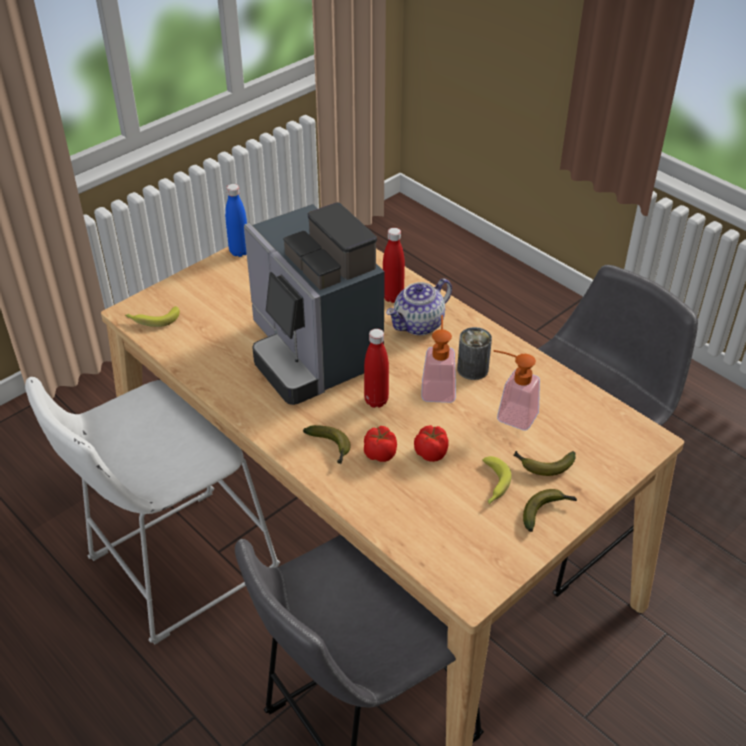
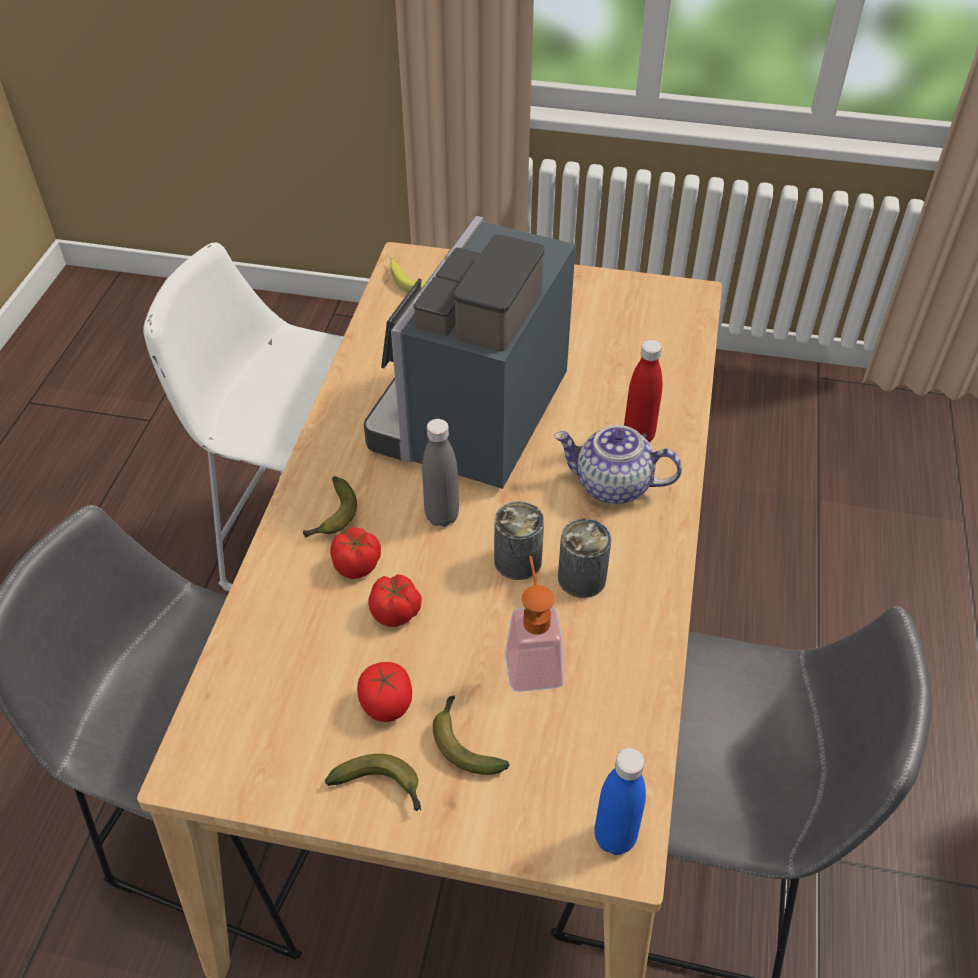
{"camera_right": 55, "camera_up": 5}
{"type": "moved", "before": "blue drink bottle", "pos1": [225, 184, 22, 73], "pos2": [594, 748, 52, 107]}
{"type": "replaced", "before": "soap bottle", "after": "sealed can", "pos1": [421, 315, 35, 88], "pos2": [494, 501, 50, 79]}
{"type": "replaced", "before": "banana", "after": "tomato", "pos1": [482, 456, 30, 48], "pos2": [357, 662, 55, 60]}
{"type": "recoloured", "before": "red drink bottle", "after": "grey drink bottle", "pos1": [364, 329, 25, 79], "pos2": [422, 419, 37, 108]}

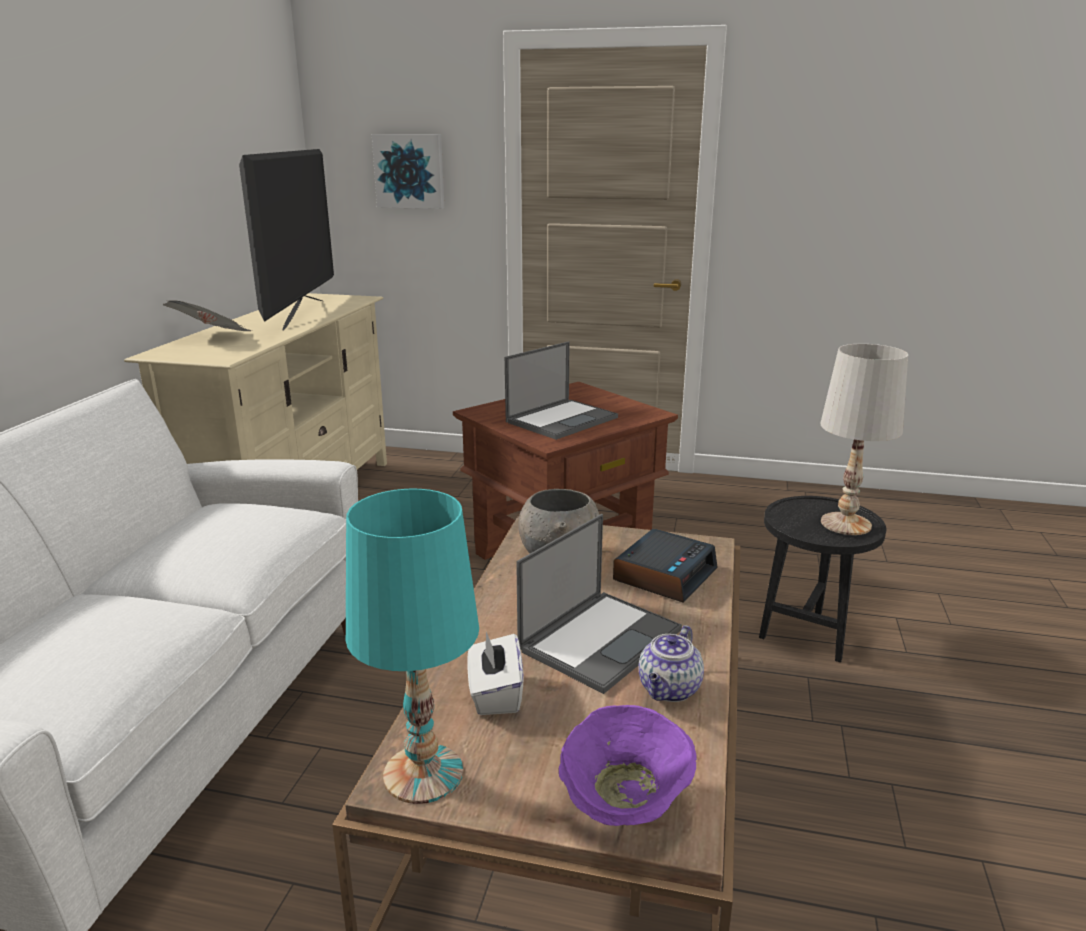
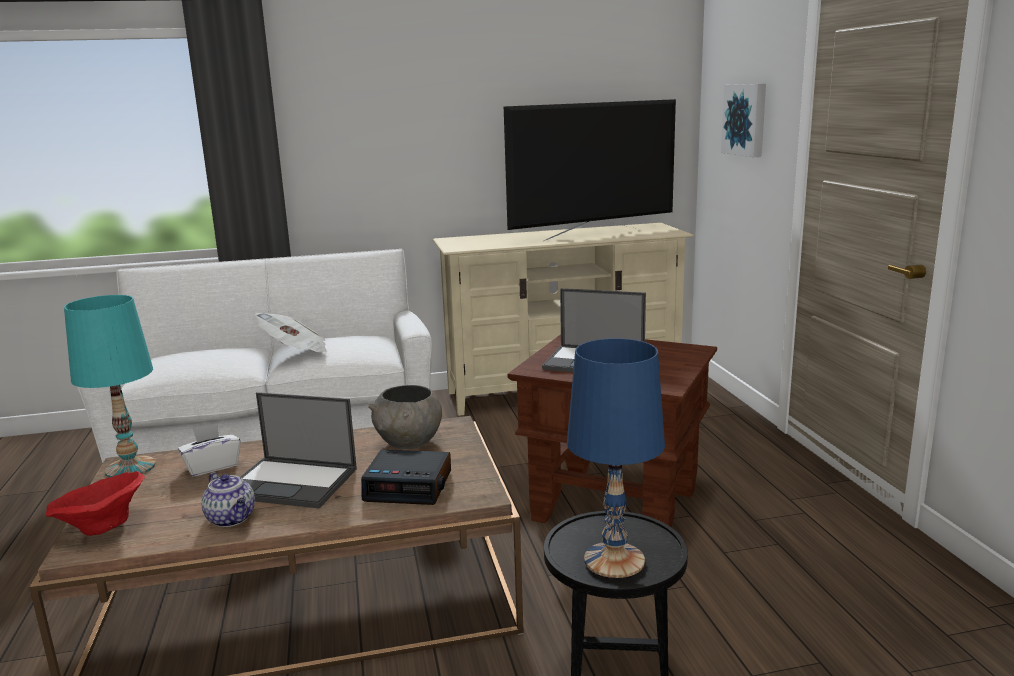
{"camera_right": 65, "camera_up": -5}
{"type": "moved", "before": "printed paper", "pos1": [163, 300, 89, 31], "pos2": [255, 313, 72, 40]}
{"type": "recoloured", "before": "purplish bowl", "after": "red bowl", "pos1": [559, 705, 138, 121], "pos2": [46, 471, 99, 65]}
{"type": "recoloured", "before": "white table lamp", "after": "blue table lamp", "pos1": [820, 344, 88, 191], "pos2": [567, 338, 98, 240]}
{"type": "turned", "before": "teapot", "pos1": [639, 625, 65, 77], "pos2": [201, 472, 54, 55], "turn": -135}

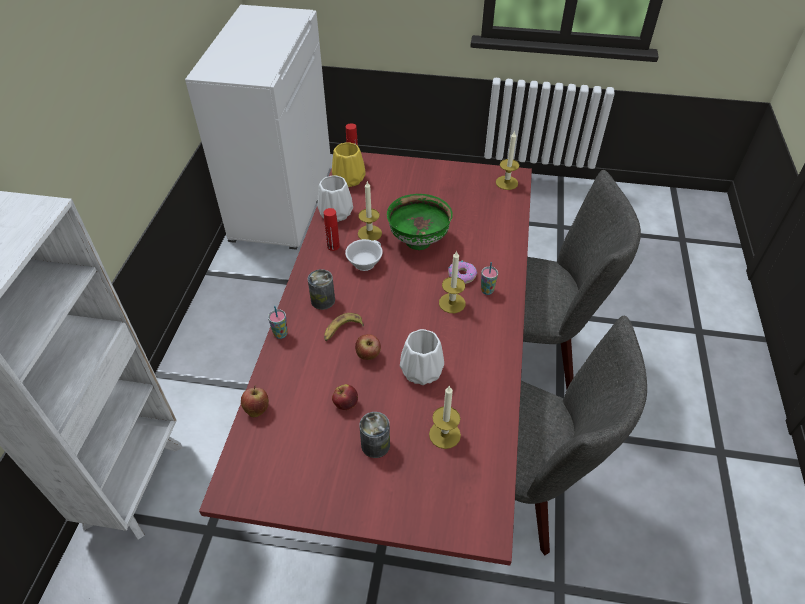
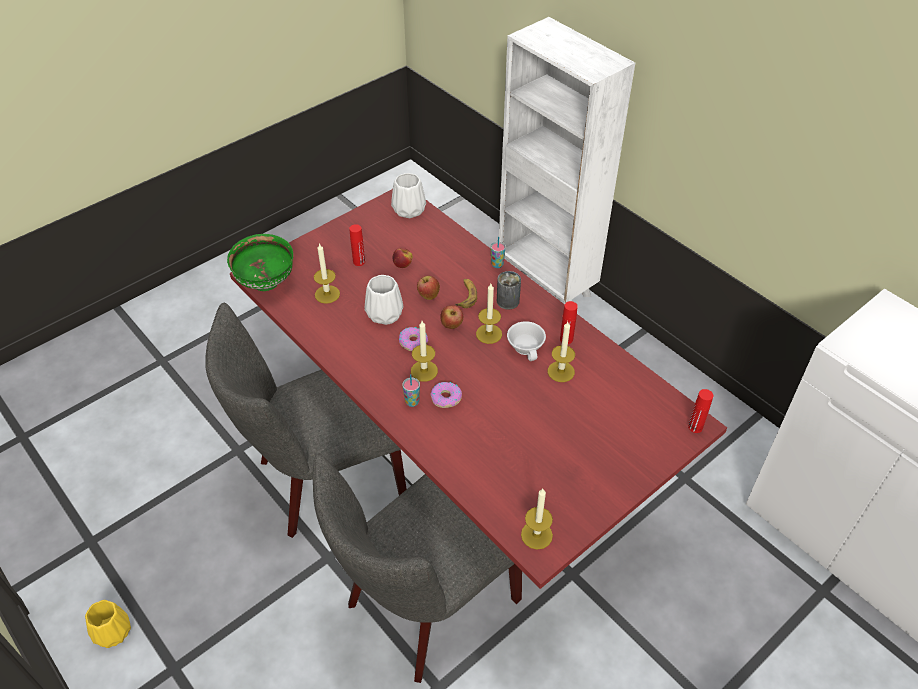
{"camera_right": 130, "camera_up": 0}
{"type": "added", "after": "donut", "pos2": [399, 327, 29, 24]}
{"type": "added", "after": "wax candle", "pos2": [476, 284, 26, 60]}
{"type": "moved", "before": "apple fruit", "pos1": [241, 386, 28, 31], "pos2": [440, 306, 23, 23]}
{"type": "moved", "before": "white flower vase", "pos1": [317, 175, 36, 47], "pos2": [391, 173, 35, 45]}
{"type": "moved", "before": "yellowish flower vase", "pos1": [332, 142, 34, 45], "pos2": [85, 600, 46, 48]}
{"type": "moved", "before": "greenish bowl", "pos1": [387, 194, 66, 56], "pos2": [227, 234, 66, 57]}
{"type": "replaced", "before": "sealed can", "after": "red drink bottle", "pos1": [359, 412, 31, 46], "pos2": [349, 224, 16, 42]}

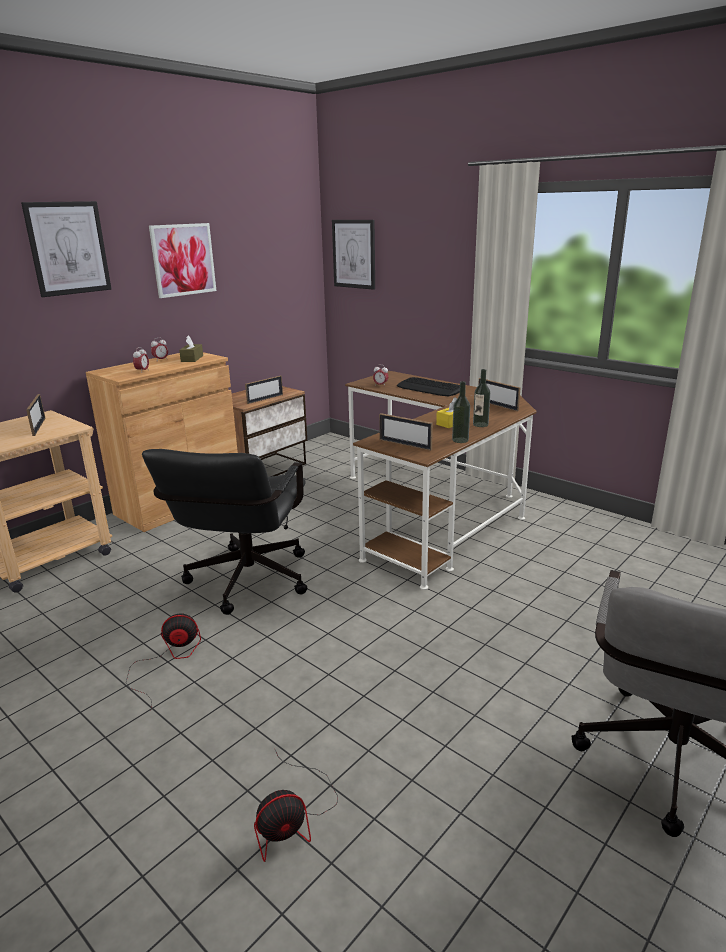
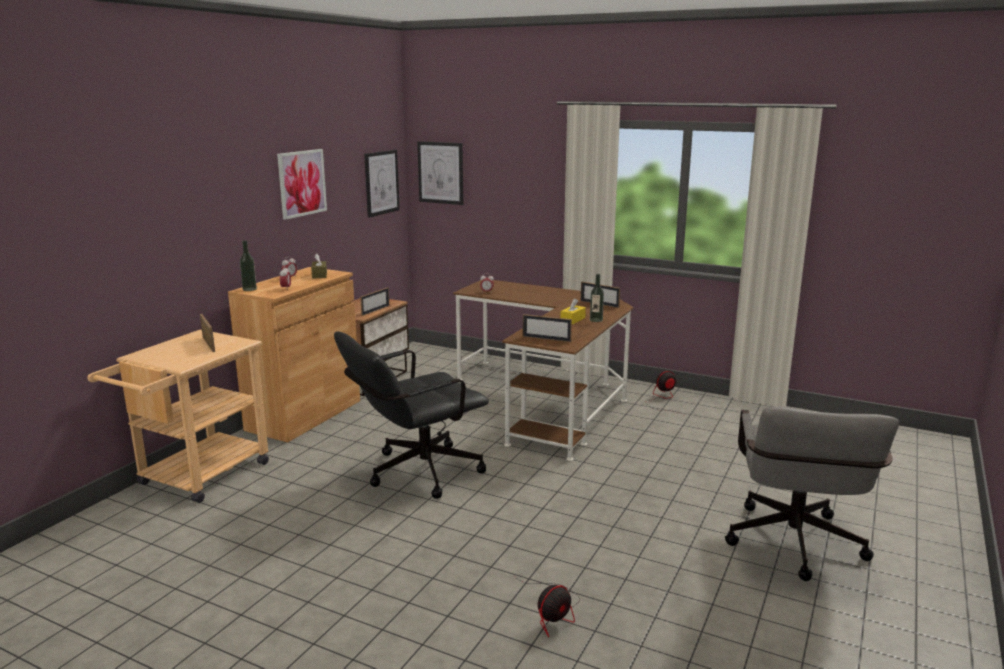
{"camera_right": -15, "camera_up": -5}
{"type": "removed", "before": "PC keyboard", "pos1": [397, 377, 63, 19]}
{"type": "moved", "before": "wall art", "pos1": [21, 201, 91, 96], "pos2": [364, 150, 36, 67]}
{"type": "moved", "before": "cooling fan", "pos1": [126, 613, 75, 95], "pos2": [648, 371, 35, 44]}
{"type": "moved", "before": "drink bottle", "pos1": [452, 381, 18, 62], "pos2": [240, 240, 17, 51]}
{"type": "turned", "before": "black-coloured office chair", "pos1": [142, 449, 165, 166], "pos2": [334, 331, 155, 168], "turn": 60}

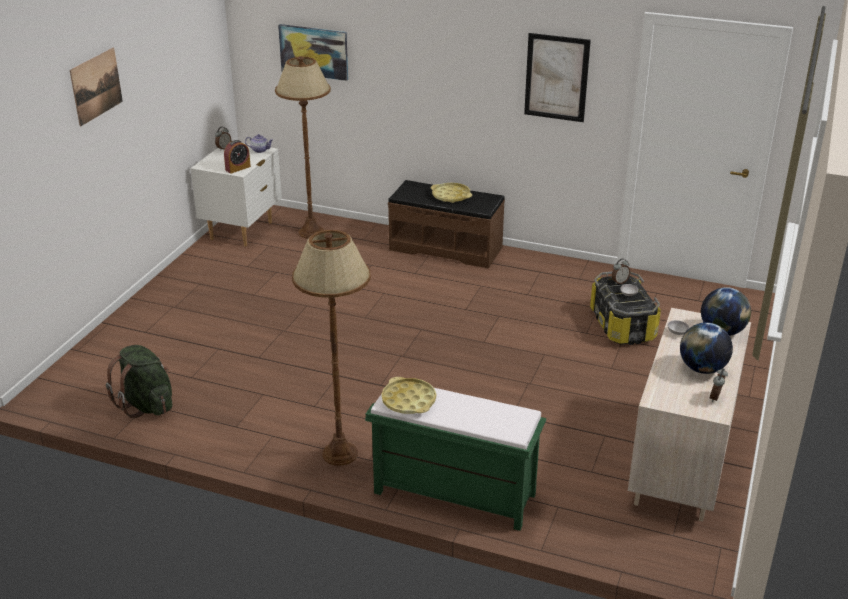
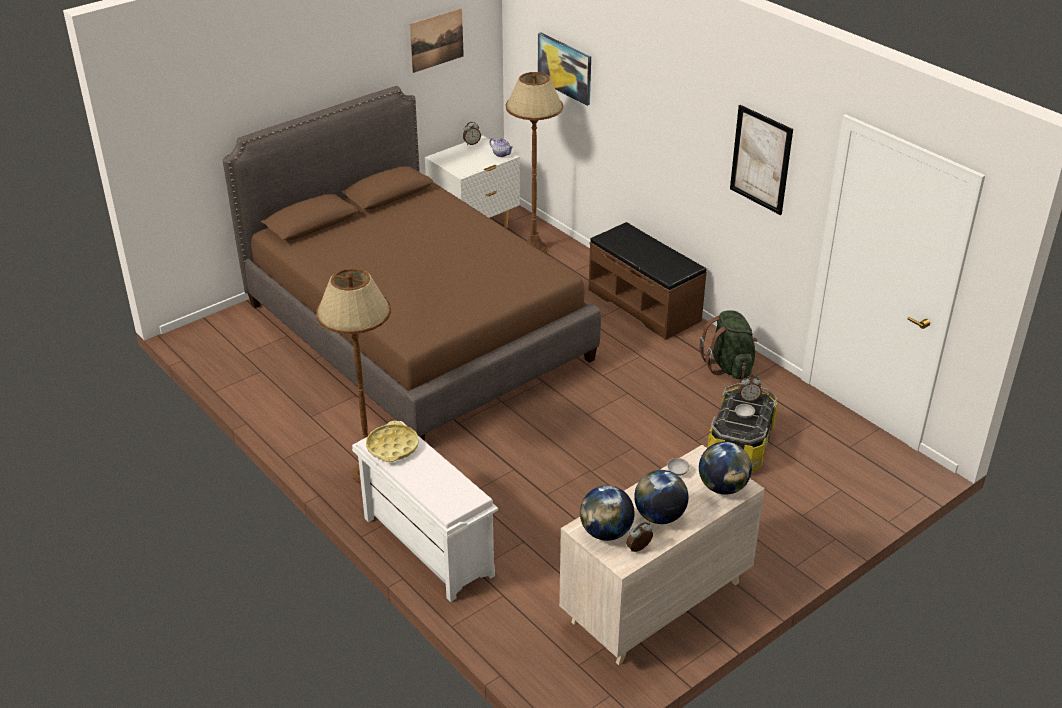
{"camera_right": 30, "camera_up": 5}
{"type": "removed", "before": "table clock", "pos1": [224, 140, 27, 33]}
{"type": "removed", "before": "yellowish serving tray", "pos1": [431, 183, 41, 20]}
{"type": "added", "after": "brown bedroom bed", "pos2": [223, 86, 378, 355]}
{"type": "added", "after": "world globe", "pos2": [580, 485, 55, 56]}
{"type": "moved", "before": "wall art", "pos1": [70, 48, 53, 78], "pos2": [409, 8, 55, 65]}
{"type": "moved", "before": "greenish backpack", "pos1": [106, 345, 66, 73], "pos2": [700, 310, 58, 69]}
{"type": "recoloured", "before": "greenish long seat", "after": "white long seat", "pos1": [365, 383, 181, 148], "pos2": [352, 421, 146, 181]}

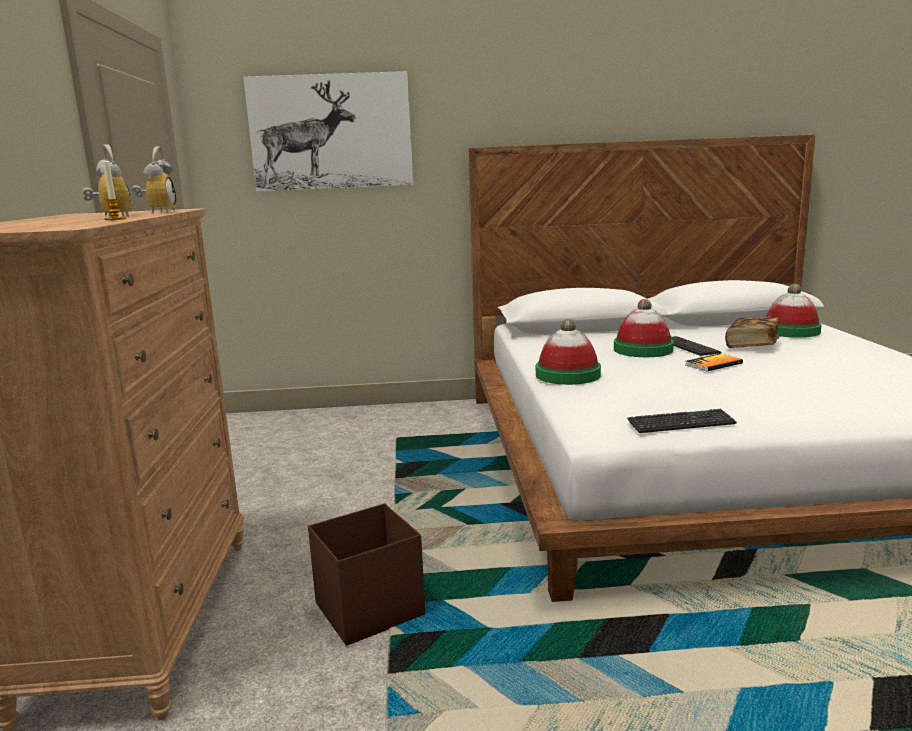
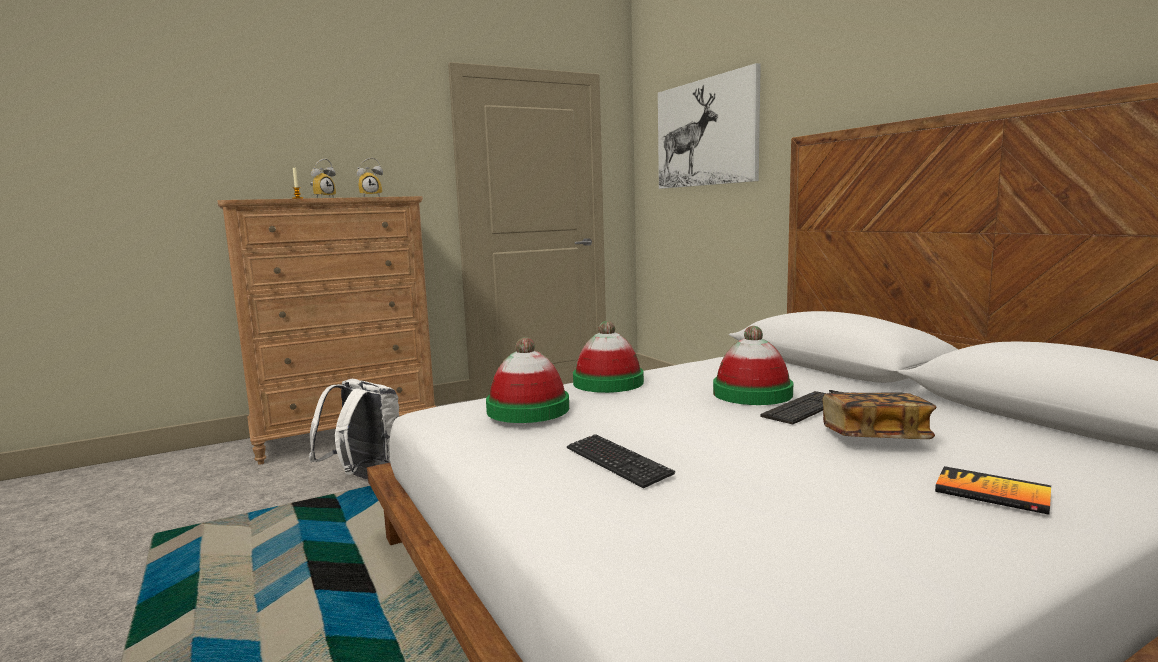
{"camera_right": 65, "camera_up": -5}
{"type": "moved", "before": "PC keyboard", "pos1": [627, 409, 110, 24], "pos2": [567, 434, 108, 54]}
{"type": "moved", "before": "book", "pos1": [686, 353, 57, 18], "pos2": [935, 466, 116, 49]}
{"type": "moved", "before": "hat", "pos1": [766, 284, 56, 54], "pos2": [486, 337, 83, 86]}
{"type": "replaced", "before": "brown storage bin", "after": "white backpack", "pos1": [308, 503, 117, 143], "pos2": [309, 379, 90, 101]}

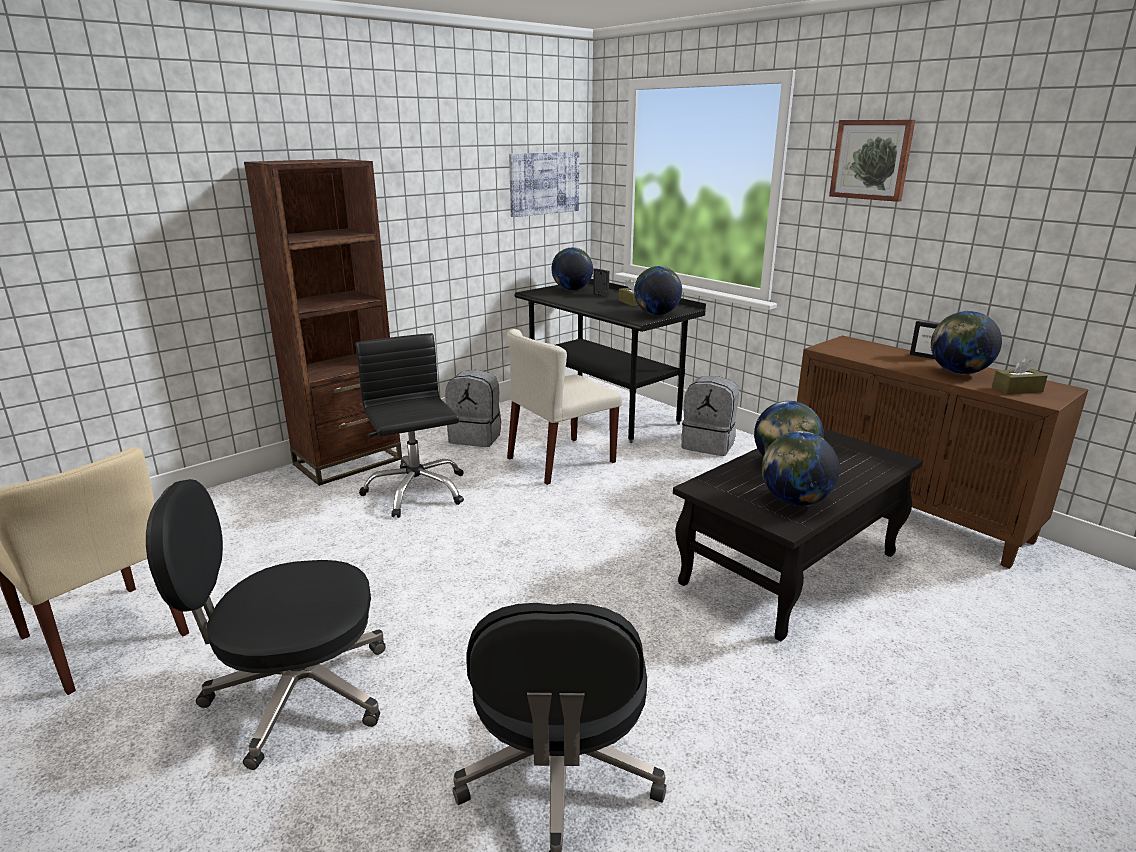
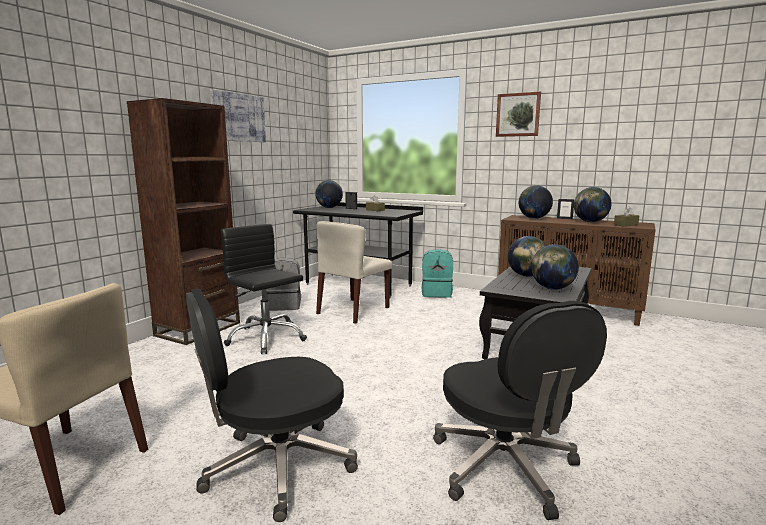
{"camera_right": -20, "camera_up": -10}
{"type": "moved", "before": "wall art", "pos1": [509, 152, 70, 65], "pos2": [210, 89, 56, 53]}
{"type": "moved", "before": "world globe", "pos1": [634, 266, 48, 49], "pos2": [519, 185, 34, 34]}
{"type": "recoloured", "before": "grey backpack", "after": "blue-green backpack", "pos1": [681, 376, 58, 80], "pos2": [422, 249, 31, 49]}

